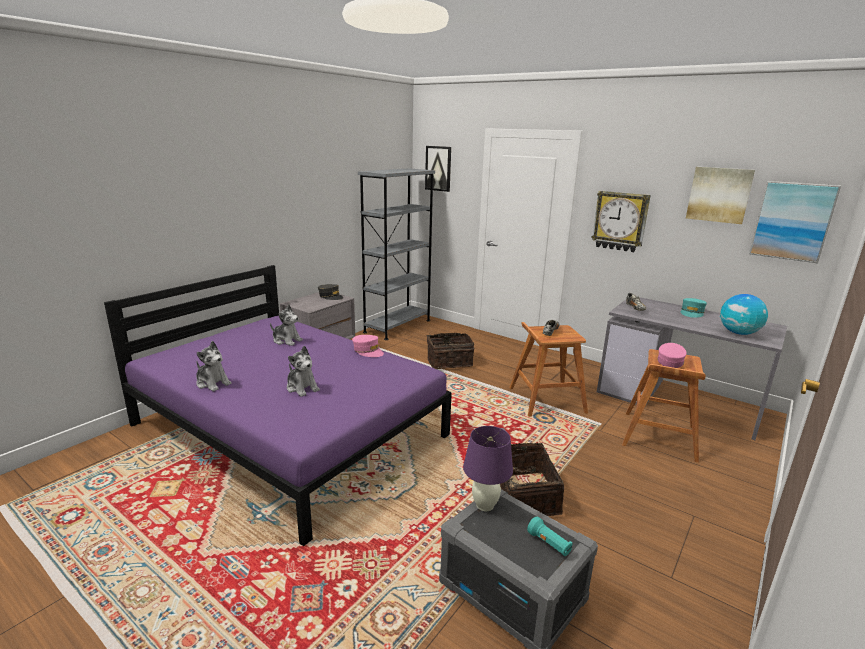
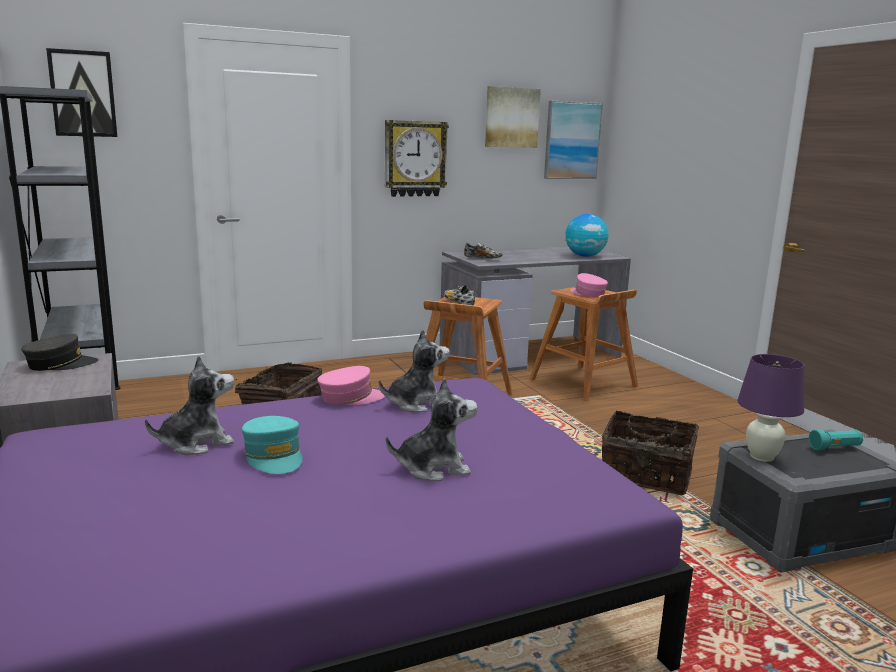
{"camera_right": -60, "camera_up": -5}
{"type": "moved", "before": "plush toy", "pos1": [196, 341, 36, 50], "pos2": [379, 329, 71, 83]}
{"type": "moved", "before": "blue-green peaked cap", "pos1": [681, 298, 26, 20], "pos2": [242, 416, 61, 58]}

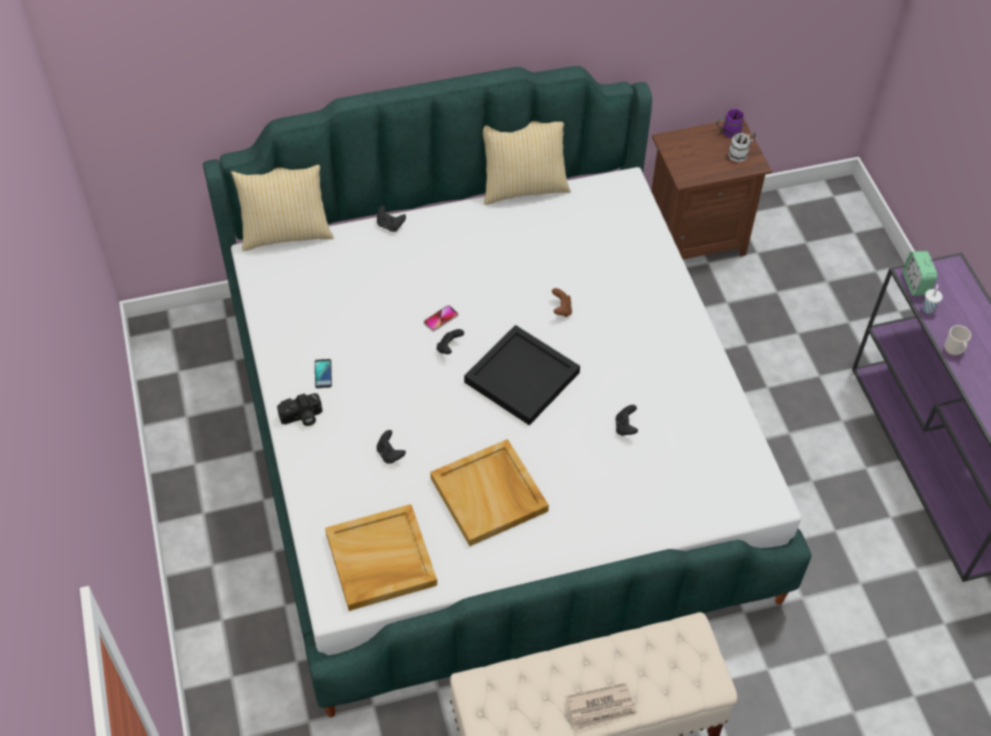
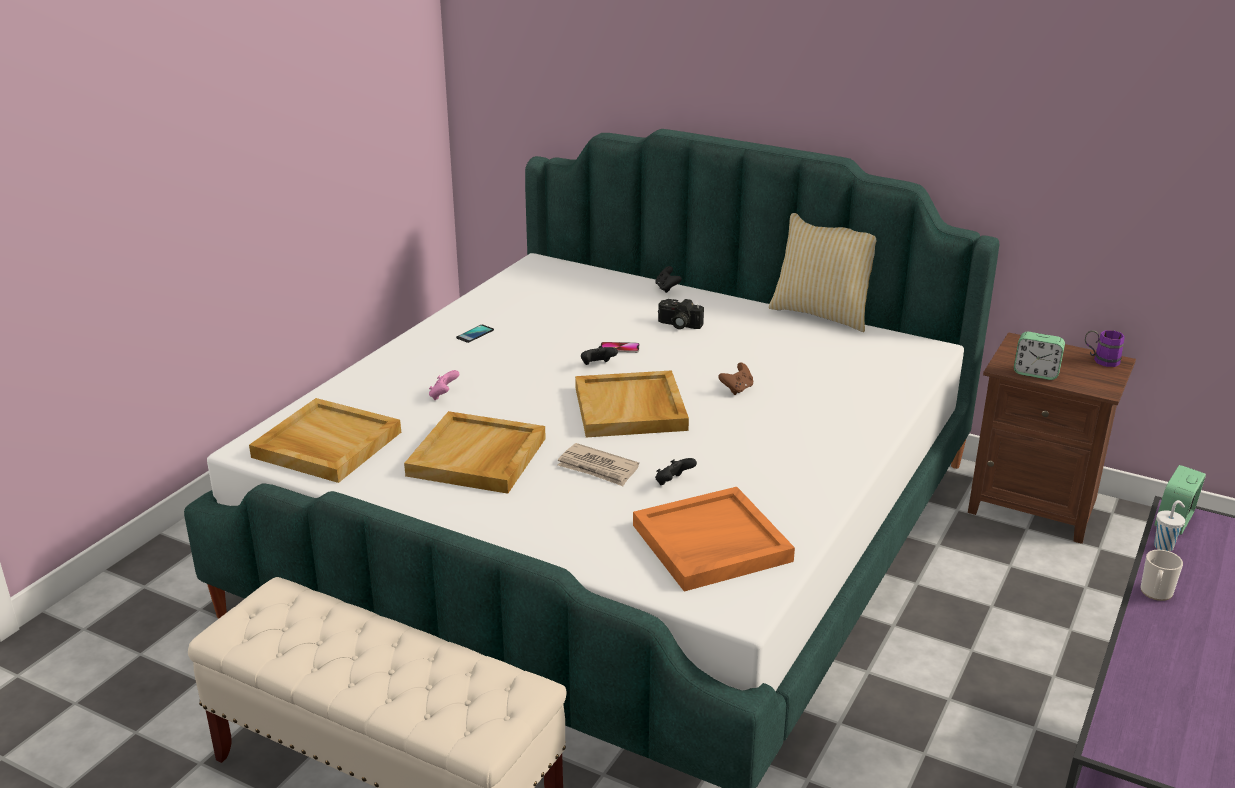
{"camera_right": 45, "camera_up": -25}
{"type": "removed", "before": "throw pillow", "pos1": [231, 165, 103, 86]}
{"type": "removed", "before": "white tea mug", "pos1": [728, 132, 28, 30]}
{"type": "added", "after": "orange-coloured serving tray", "pos2": [633, 487, 162, 105]}
{"type": "added", "after": "table clock", "pos2": [1014, 332, 51, 48]}
{"type": "moved", "before": "still camera", "pos1": [277, 393, 45, 33], "pos2": [658, 299, 46, 30]}
{"type": "moved", "before": "printed paper", "pos1": [565, 683, 72, 47], "pos2": [558, 443, 81, 43]}
{"type": "recoloured", "before": "black-coloured gamepad", "after": "pink-coloured gamepad", "pos1": [377, 430, 29, 34], "pos2": [429, 370, 30, 30]}
{"type": "recoloured", "before": "black-coloured serving tray", "after": "sand-coloured serving tray", "pos1": [464, 325, 116, 100], "pos2": [575, 370, 114, 67]}

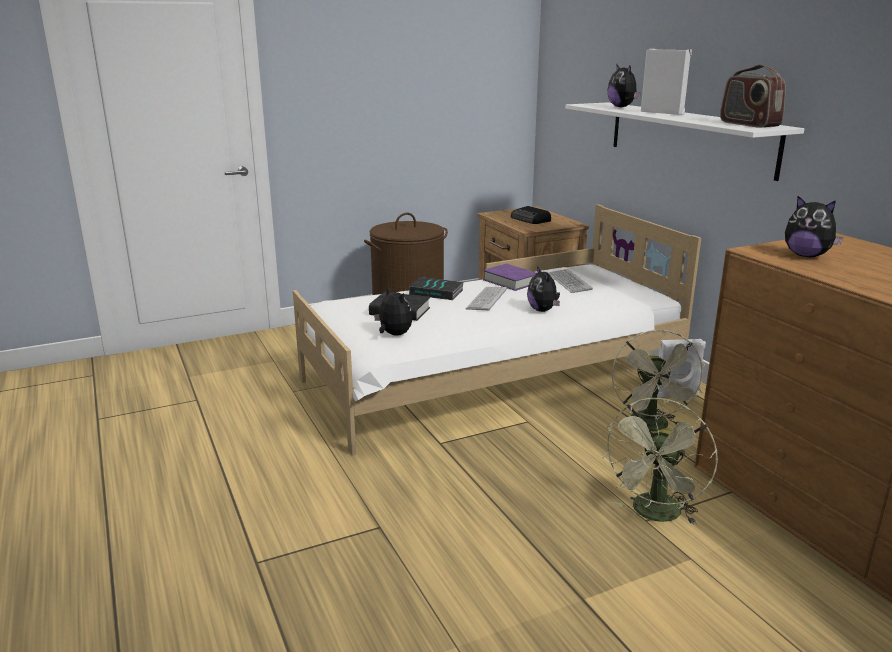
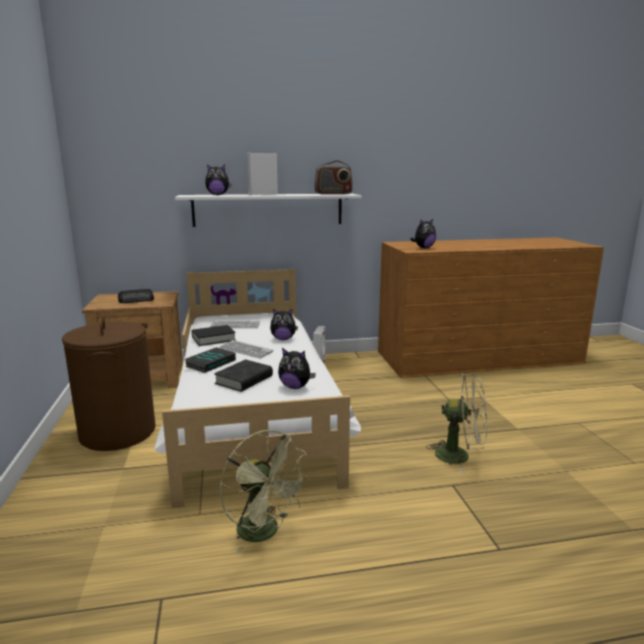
{"camera_right": -75, "camera_up": -5}
{"type": "moved", "before": "greenish cooling fan", "pos1": [602, 398, 116, 127], "pos2": [220, 430, 90, 125]}
{"type": "moved", "before": "sand-coloured cooling fan", "pos1": [612, 329, 94, 102], "pos2": [426, 373, 61, 100]}
{"type": "recoloured", "before": "purplish book", "after": "black-coloured book", "pos1": [483, 264, 53, 27], "pos2": [192, 325, 44, 21]}
{"type": "turned", "before": "plush toy", "pos1": [374, 287, 38, 49], "pos2": [278, 348, 38, 41], "turn": -135}

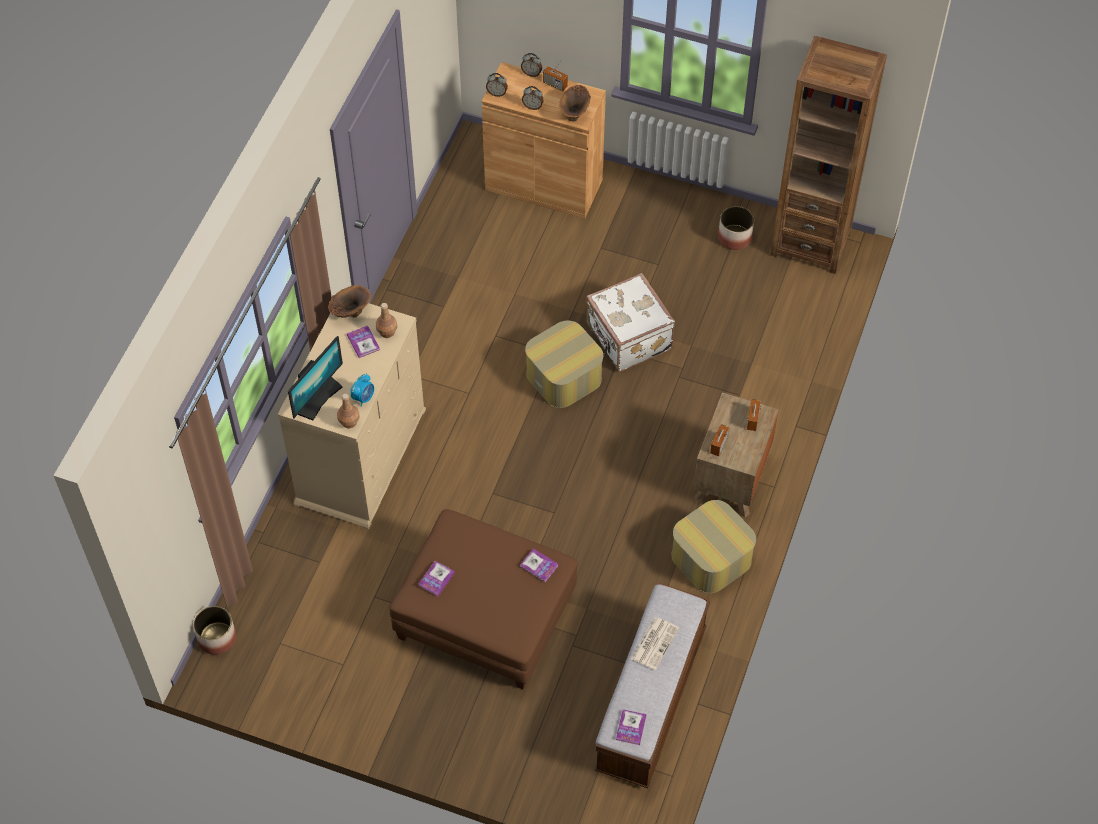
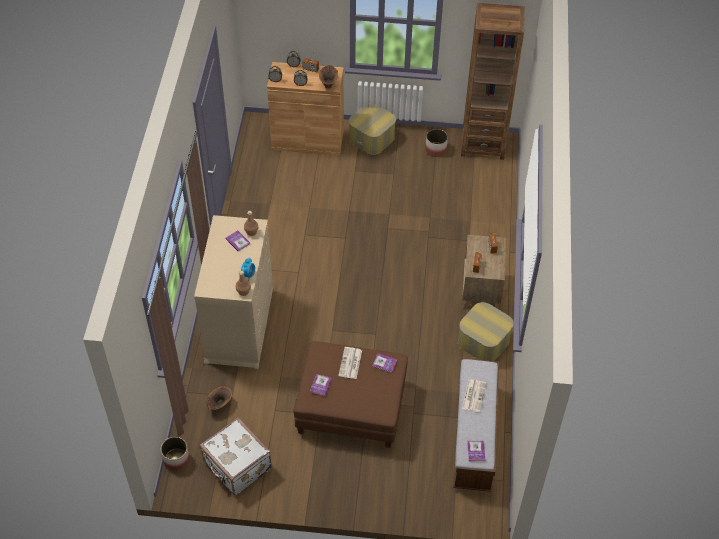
{"camera_right": -15, "camera_up": -5}
{"type": "removed", "before": "computer screen", "pos1": [288, 336, 55, 84]}
{"type": "added", "after": "printed paper", "pos2": [338, 347, 24, 32]}
{"type": "moved", "before": "brown flower vase", "pos1": [328, 285, 43, 33], "pos2": [206, 386, 26, 24]}
{"type": "moved", "before": "footrest", "pos1": [525, 321, 78, 87], "pos2": [349, 103, 47, 52]}
{"type": "moved", "before": "white piece of luggage", "pos1": [586, 273, 89, 98], "pos2": [200, 418, 72, 78]}

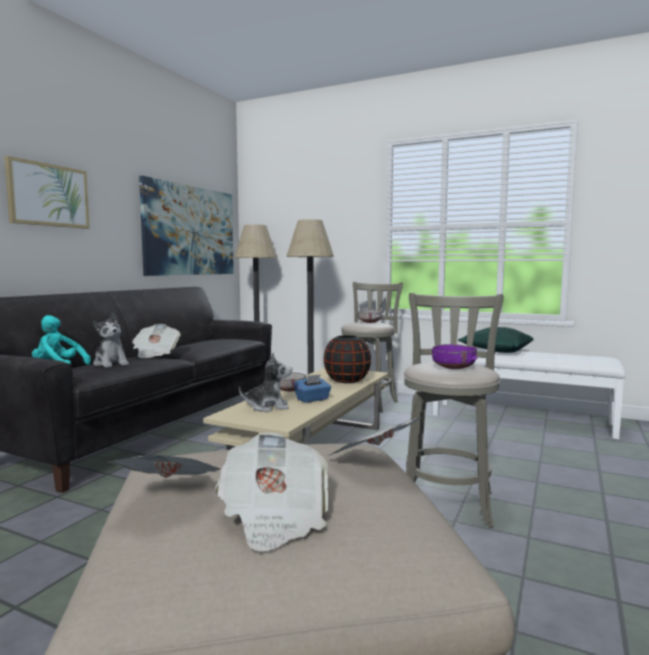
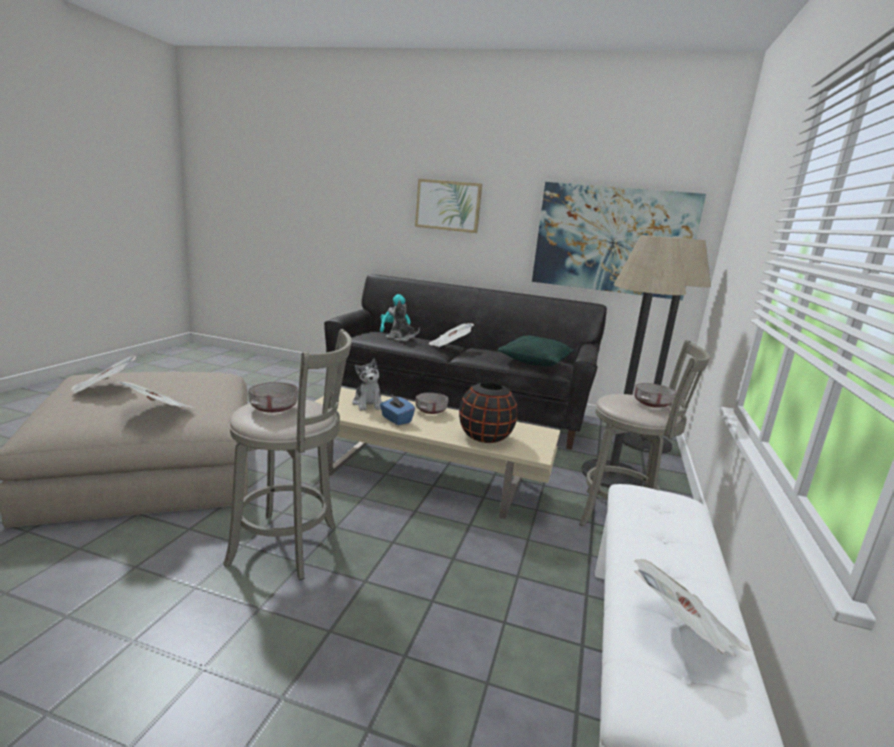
{"camera_right": 80, "camera_up": 10}
{"type": "moved", "before": "printed paper", "pos1": [108, 455, 112, 23], "pos2": [634, 559, 116, 97]}
{"type": "moved", "before": "greenish throw pillow", "pos1": [458, 327, 76, 26], "pos2": [497, 335, 78, 31]}
{"type": "recoloured", "before": "purplish bowl", "after": "grey bowl", "pos1": [432, 344, 46, 25], "pos2": [248, 382, 50, 31]}
{"type": "turned", "before": "plush toy", "pos1": [93, 314, 36, 54], "pos2": [386, 300, 34, 41], "turn": 75}

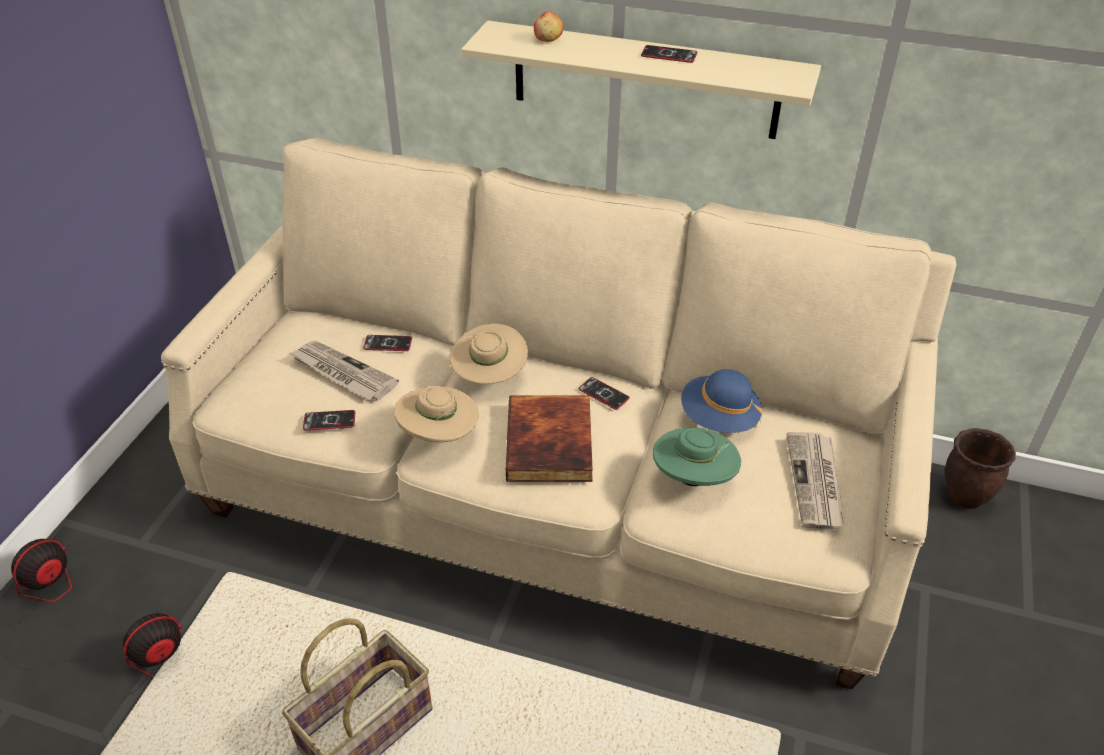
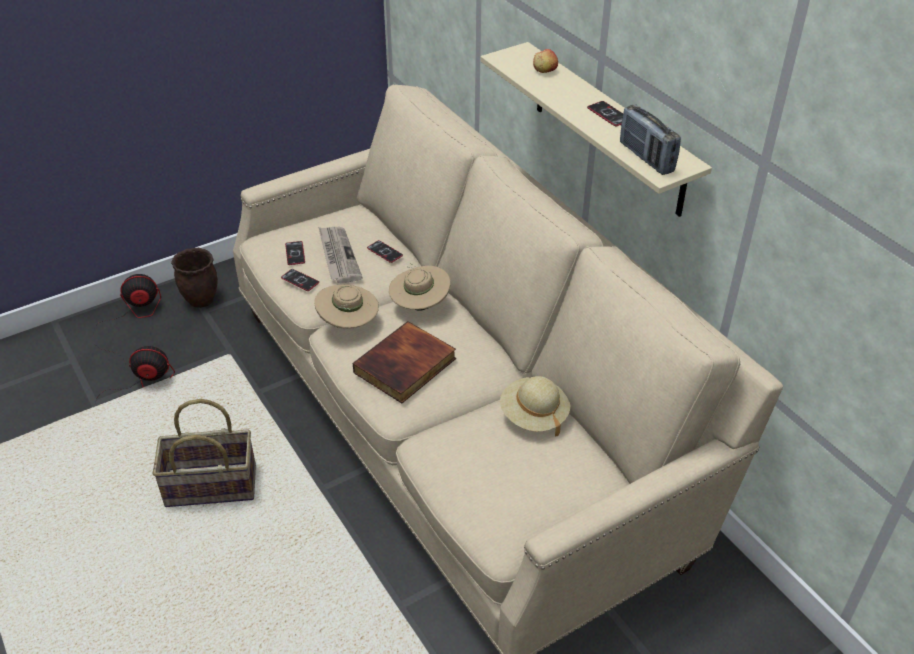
{"camera_right": 40, "camera_up": 0}
{"type": "removed", "before": "greenish hat", "pos1": [653, 427, 88, 59]}
{"type": "removed", "before": "printed paper", "pos1": [786, 432, 60, 97]}
{"type": "added", "after": "radio receiver", "pos2": [620, 104, 61, 71]}
{"type": "moved", "before": "telephone", "pos1": [578, 377, 52, 33], "pos2": [285, 241, 20, 24]}
{"type": "moved", "before": "brown plant pot", "pos1": [945, 428, 71, 80], "pos2": [171, 248, 47, 60]}
{"type": "recoloured", "before": "blue hat", "after": "sand-coloured hat", "pos1": [681, 369, 81, 64], "pos2": [500, 376, 70, 61]}

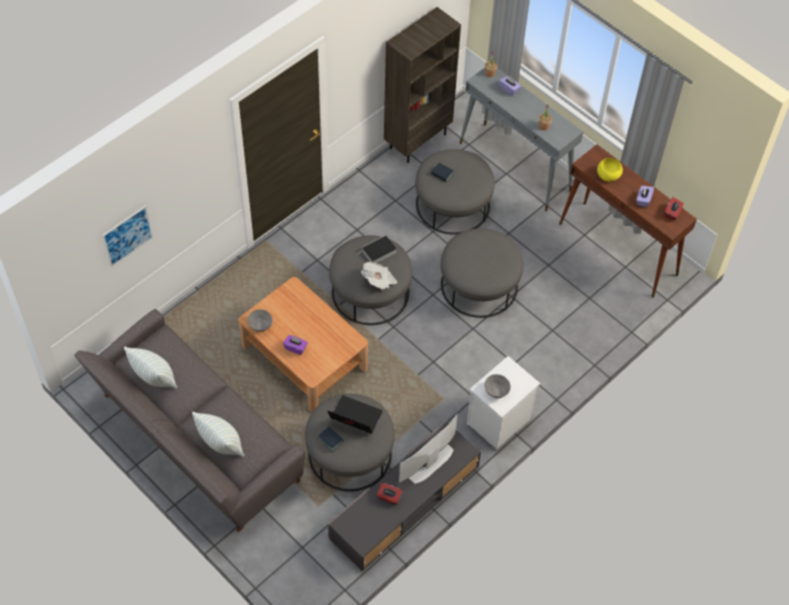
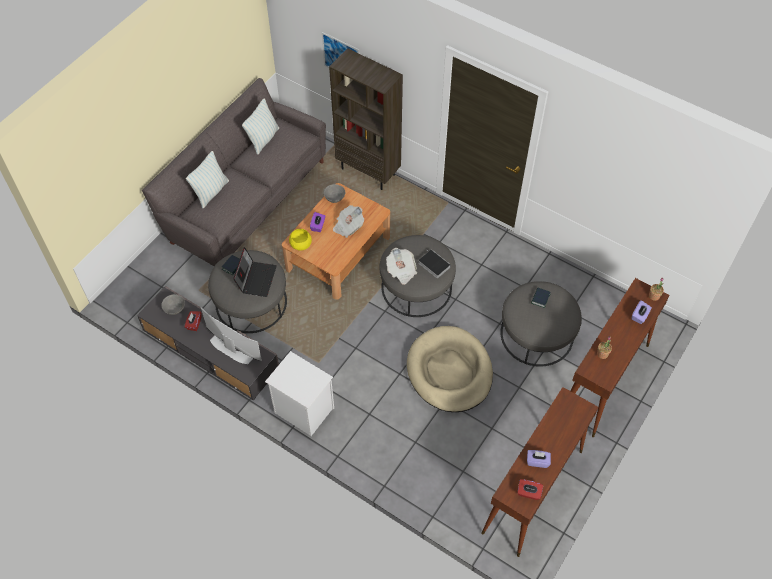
{"camera_right": 80, "camera_up": 0}
{"type": "added", "after": "printed paper", "pos2": [333, 205, 31, 33]}
{"type": "moved", "before": "brown shelving unit", "pos1": [384, 7, 77, 156], "pos2": [329, 48, 74, 142]}
{"type": "moved", "before": "grey bowl", "pos1": [484, 374, 27, 24], "pos2": [161, 294, 24, 21]}
{"type": "moved", "before": "yellowish bowl", "pos1": [597, 158, 26, 23], "pos2": [289, 229, 23, 22]}
{"type": "replaced", "before": "grey footrest", "after": "sand-coloured pet bed", "pos1": [441, 229, 82, 89], "pos2": [407, 326, 86, 86]}
{"type": "recoloured", "before": "grey narrow table", "after": "brown narrow table", "pos1": [460, 68, 123, 143], "pos2": [571, 278, 98, 159]}

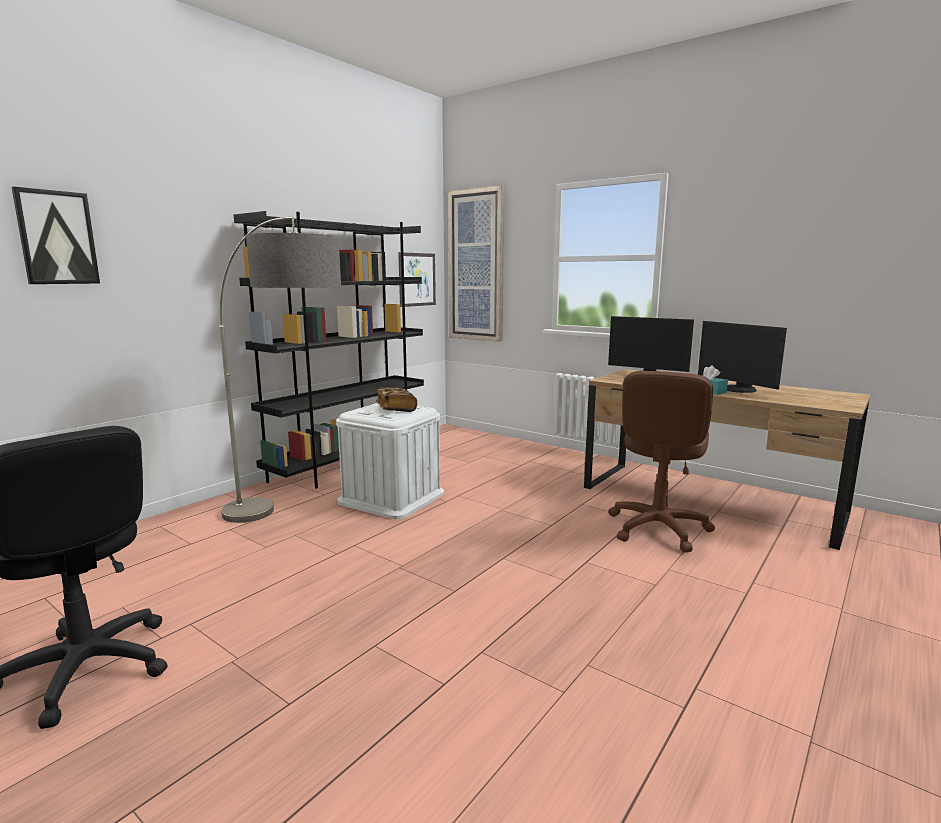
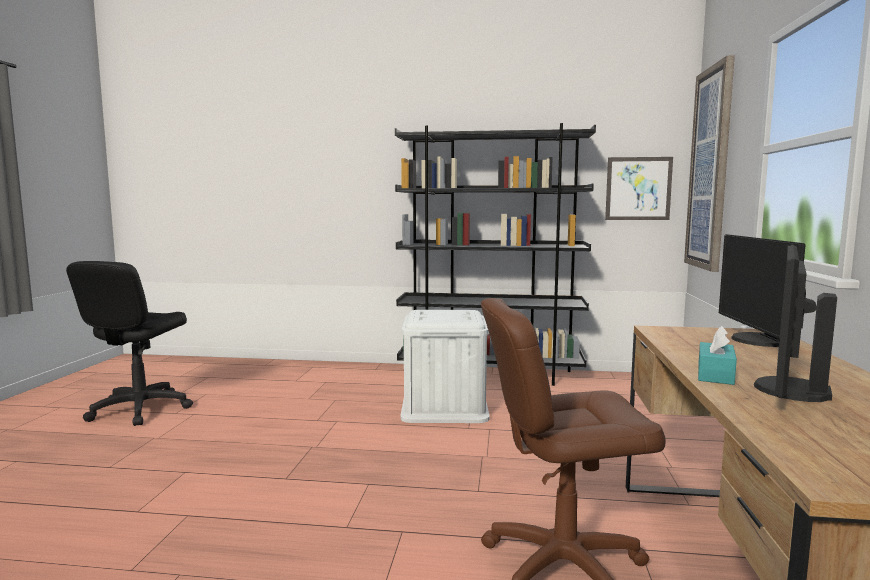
{"camera_right": 60, "camera_up": -5}
{"type": "removed", "before": "wall art", "pos1": [11, 187, 89, 97]}
{"type": "removed", "before": "standard lamp", "pos1": [219, 216, 122, 307]}
{"type": "removed", "before": "book", "pos1": [376, 388, 41, 24]}

